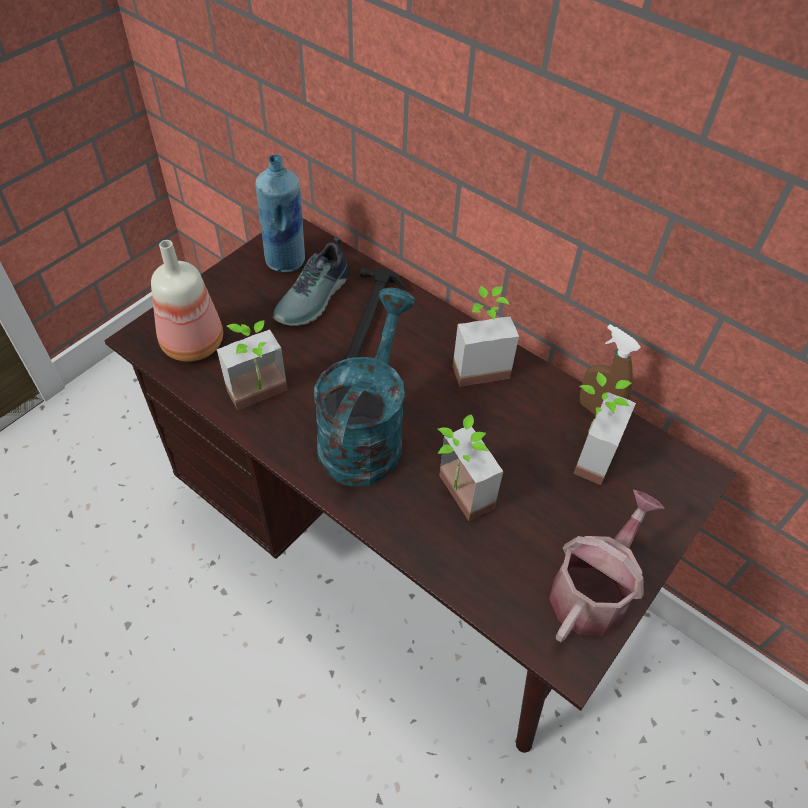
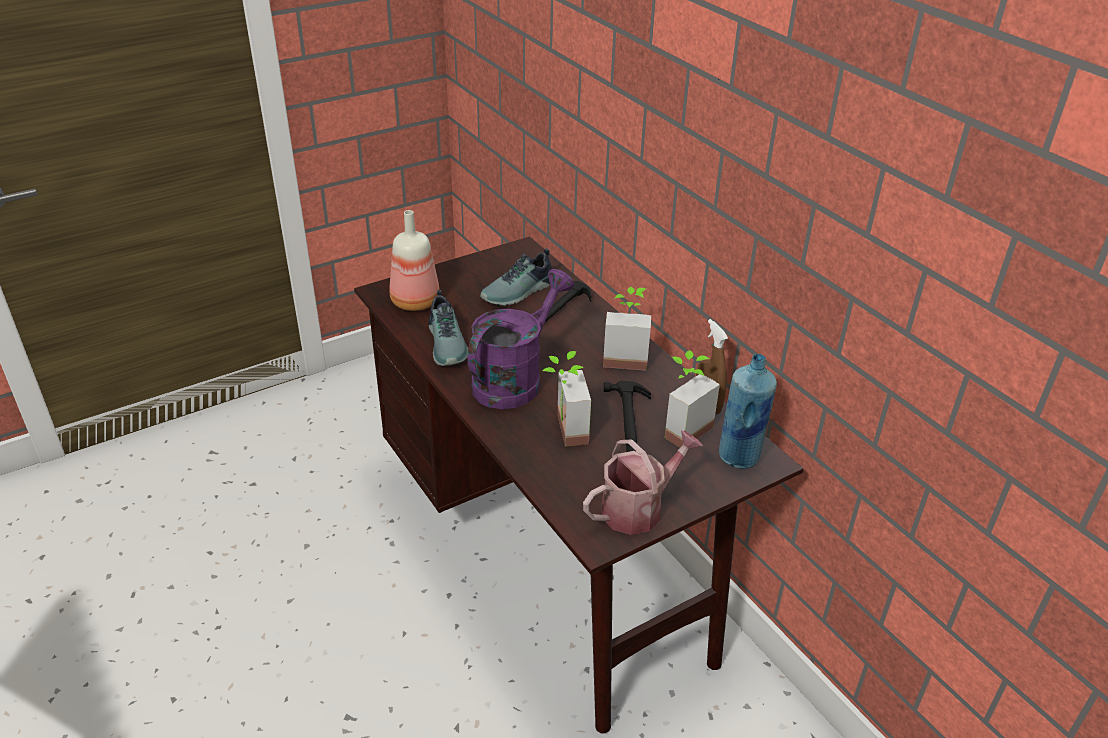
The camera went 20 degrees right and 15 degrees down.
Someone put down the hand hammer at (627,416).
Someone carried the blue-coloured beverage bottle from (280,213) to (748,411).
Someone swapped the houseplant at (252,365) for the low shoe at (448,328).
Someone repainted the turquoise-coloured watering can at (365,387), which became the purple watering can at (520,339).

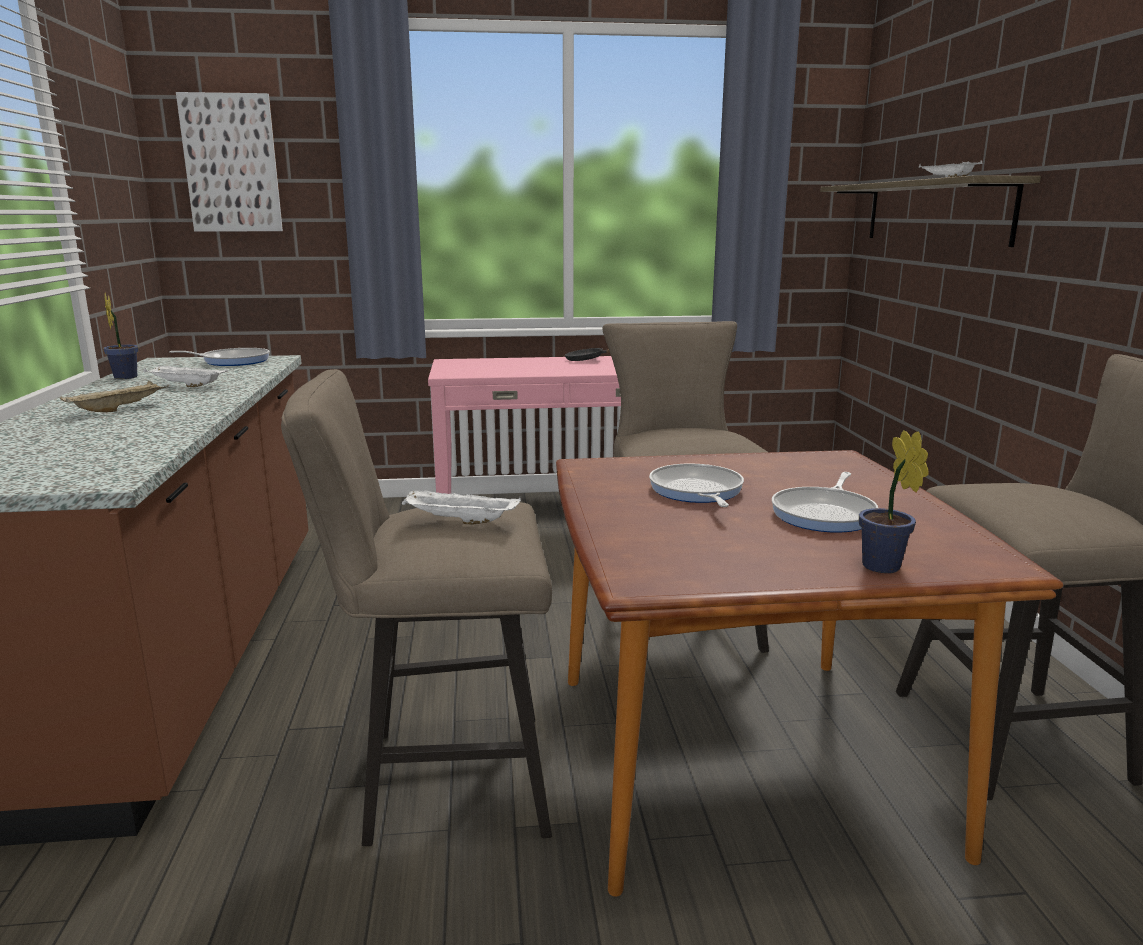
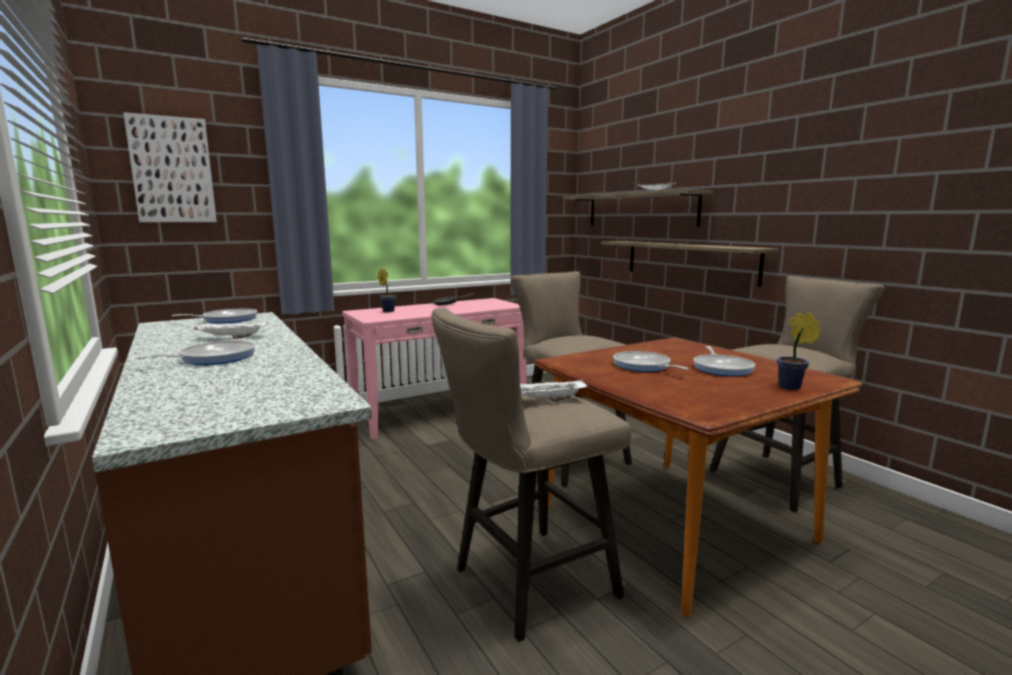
The camera went 25 degrees left and 5 degrees down.
Someone put up the bracket shelf at (690,264).
Someone carried the houseplant from (120,336) to (386,290).
Someone swapped the sand-coloured carrying tray at (114,396) for the pan at (195,352).

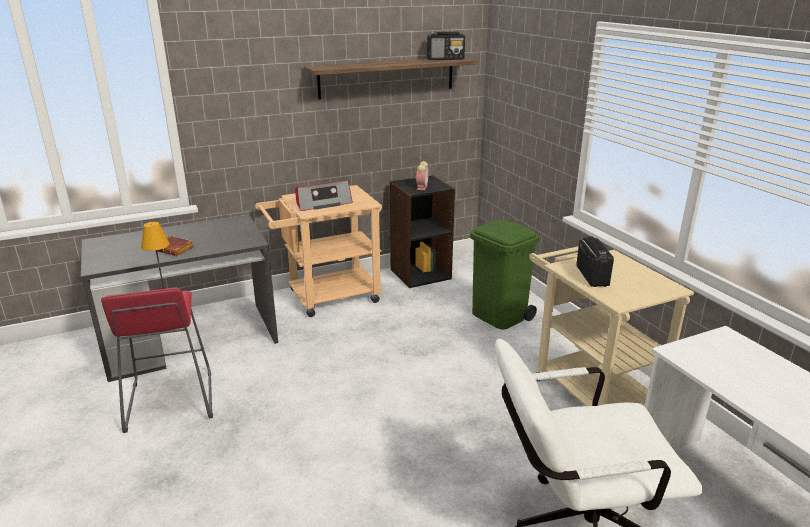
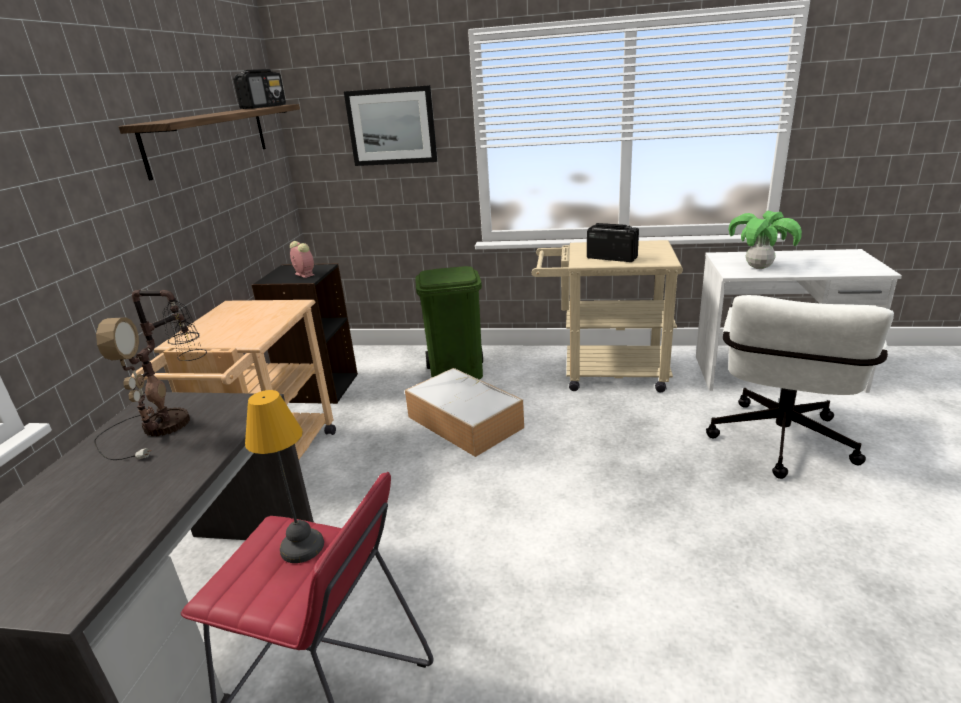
The camera went 55 degrees left and 0 degrees up.
Someone took away the brown bound book at (174,246).
Someone took away the radio at (324,195).
Someone put down the table lamp at (150,374).
Someone put up the wall art at (390,125).
Someone put down the storage bin at (464,412).
Someone put down the houseplant at (765,240).

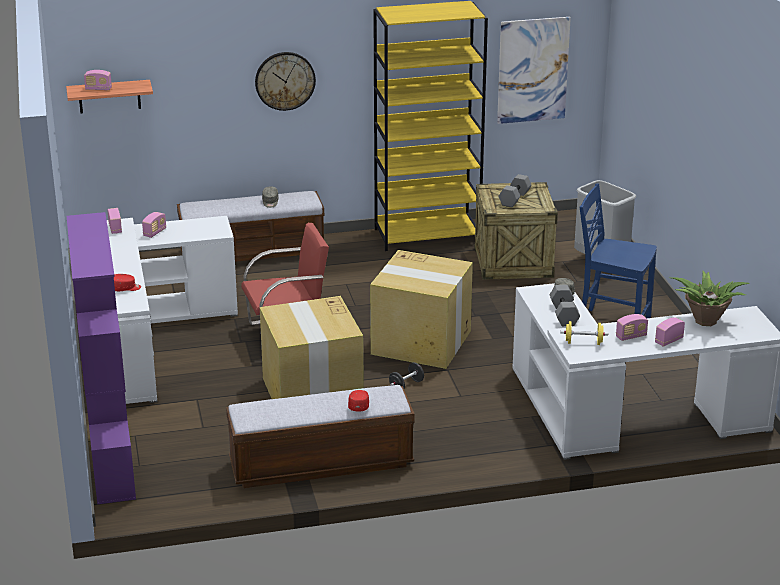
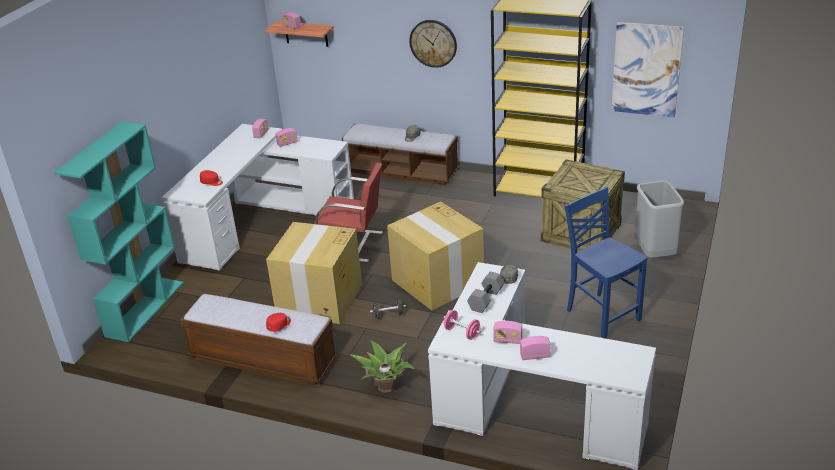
The camera went 35 degrees right and 5 degrees up.
Someone took away the gray free weight at (515,190).
Someone carried the houseplant from (709,298) to (382,366).
Someone repainted the purple bookshelf at (101,358), which became the turquoise-coloured bookshelf at (118,232).
Someone repainted the yellowish free weight at (584,333), which became the pinkish free weight at (462,325).

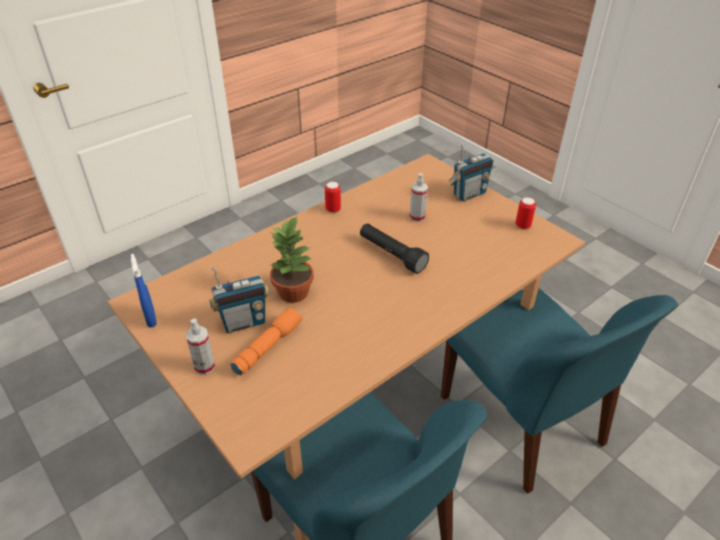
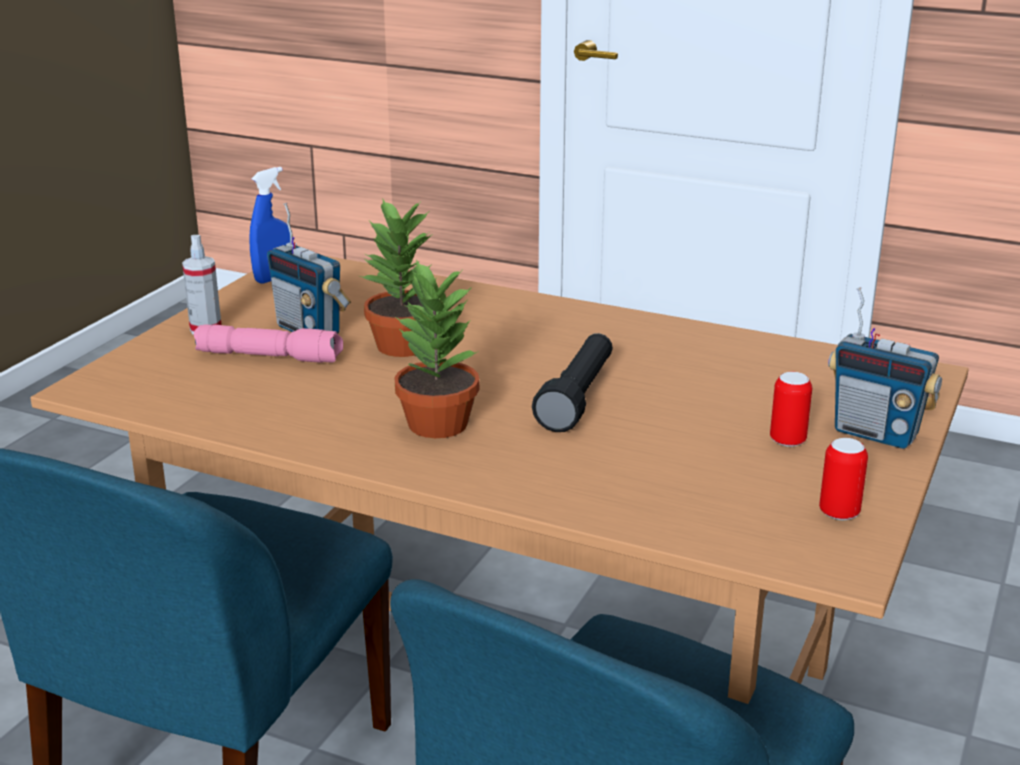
The camera went 65 degrees right and 15 degrees down.
Someone took away the sprayer at (418,197).
Someone put down the houseplant at (436,349).
Someone carried the sealed can from (333,197) to (791,409).
Someone repainted the orangey torch at (266,342), which became the pinkish torch at (268,343).

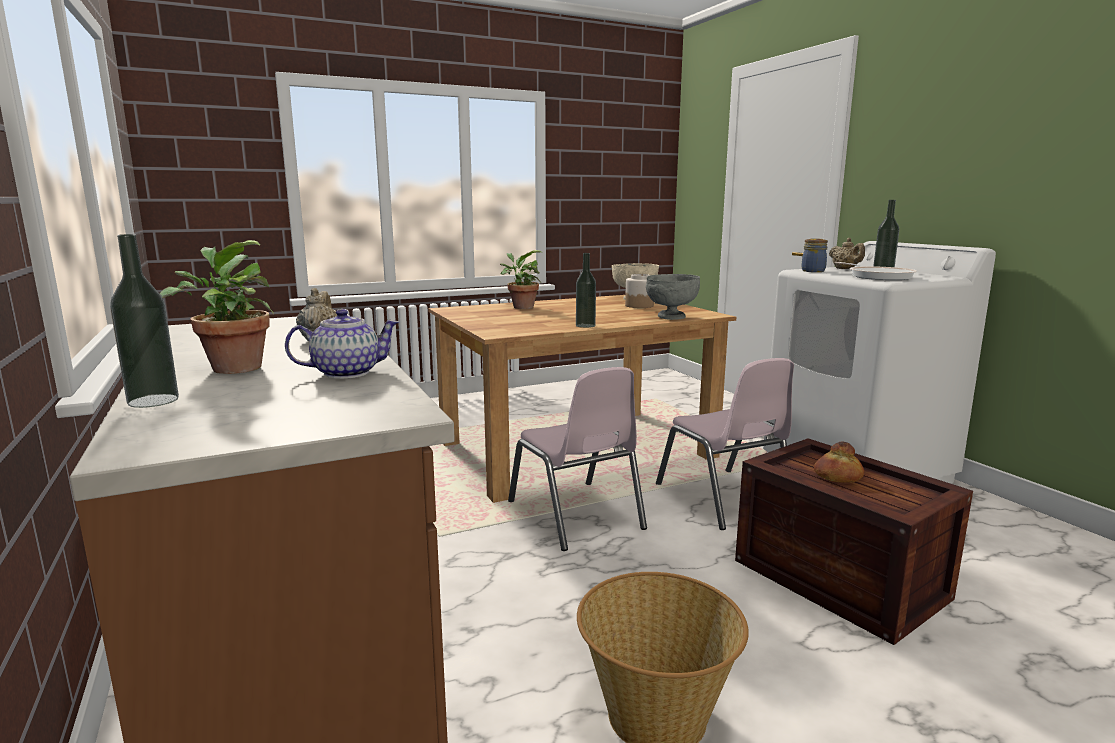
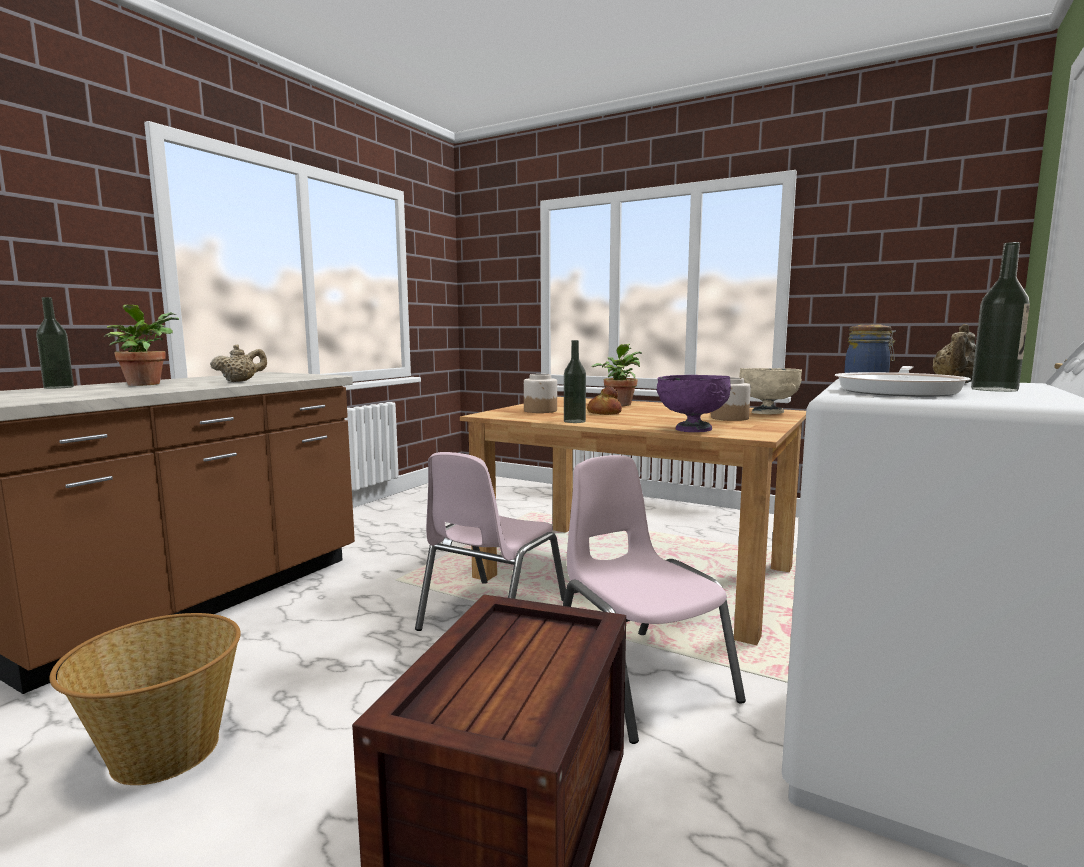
The camera went 55 degrees right and 5 degrees down.
Someone took away the teapot at (342,344).
Someone put down the preserve jar at (540,393).
Someone carried the bread from (839,462) to (604,400).
Someone repainted the gray deep dish at (673,297), which became the purple deep dish at (694,403).
Someone rotated the pinkish upright chair at (725,444) by 120 degrees clockwise.

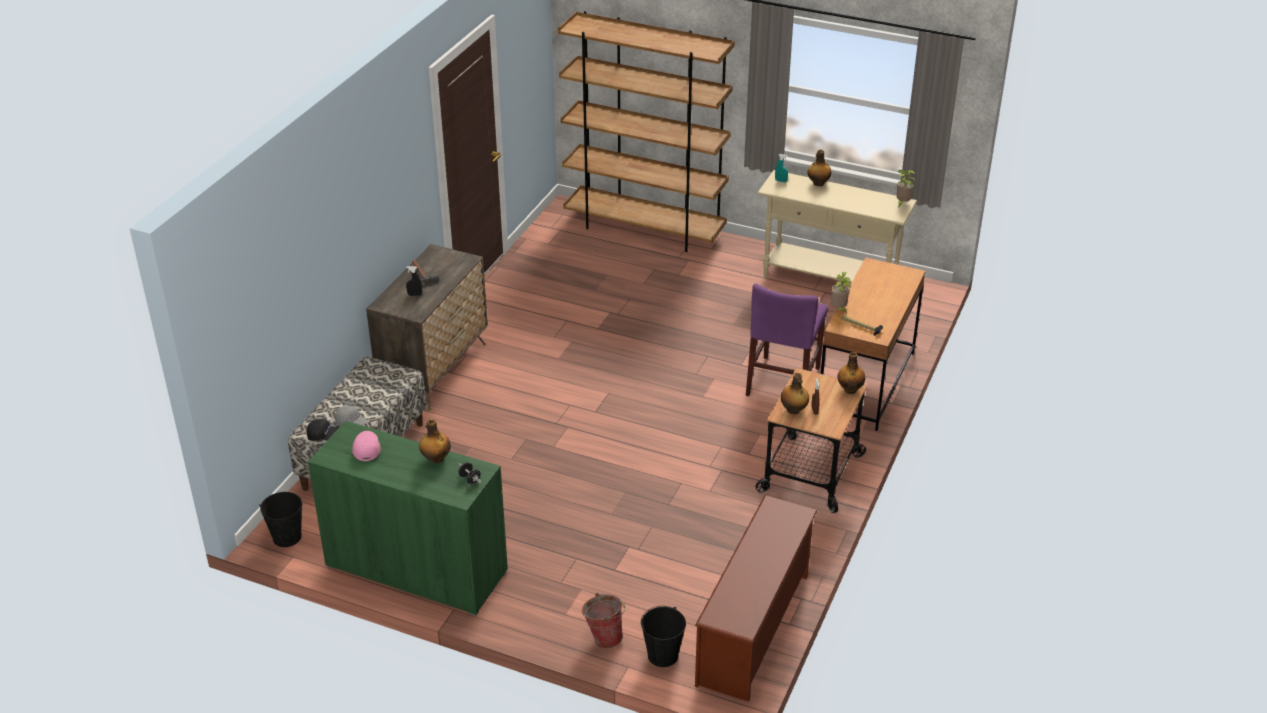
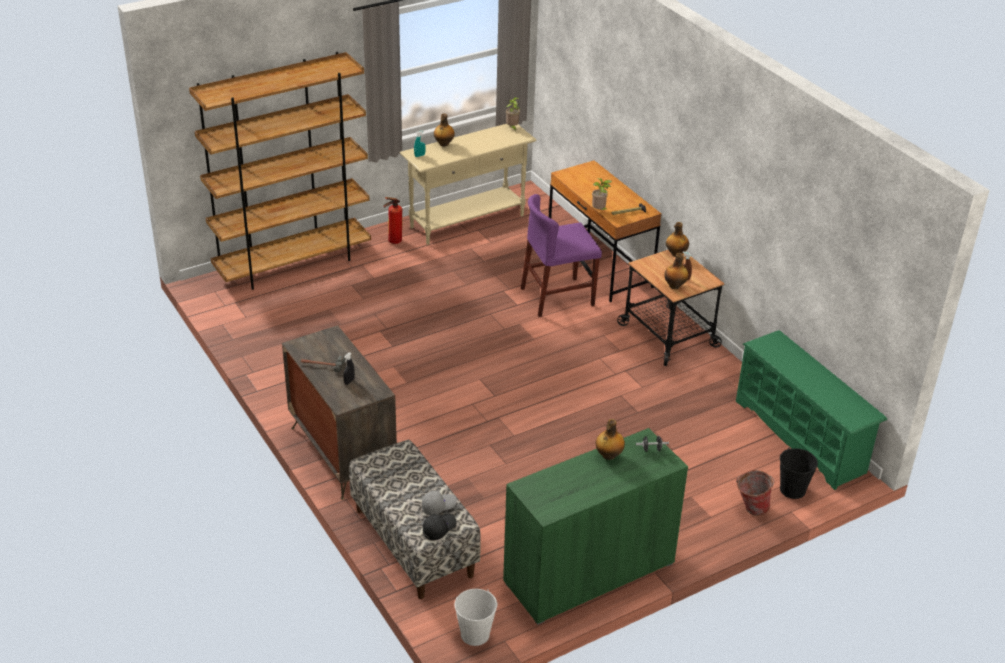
The camera went 55 degrees left and 0 degrees up.
Someone took away the pinkish baseball cap at (366,446).
Someone put down the fire-fighting cylinder at (392,220).
Someone repainted the blackish pail at (280,519), which became the whitish pail at (476,617).
Someone repainted the brown shoe stand at (756,598), which became the greenish shoe stand at (811,410).
Someone rotated the purple upright chair at (787,339) by 105 degrees clockwise.

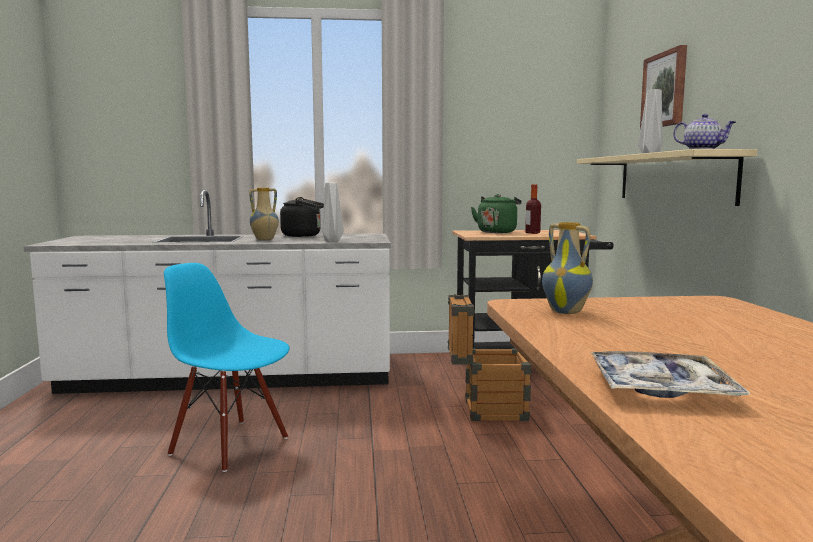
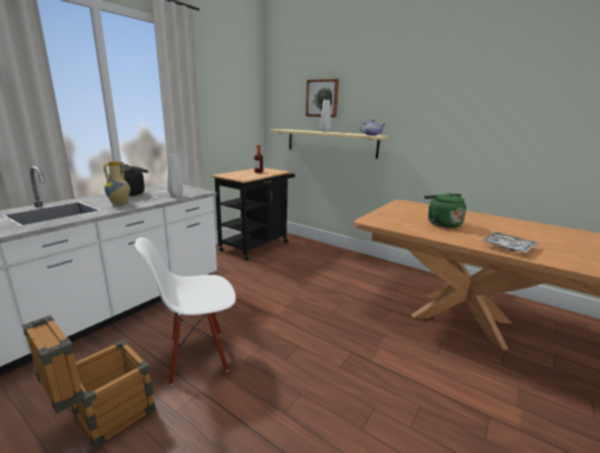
The camera went 50 degrees left and 10 degrees up.
Someone took away the vase at (567,268).
Someone carried the shipping crate from (490,357) to (88,382).
Someone carried the greenish tea kettle from (496,213) to (445,210).
Someone repainted the blue-coloured upright chair at (226,367), which became the whitish upright chair at (185,311).

